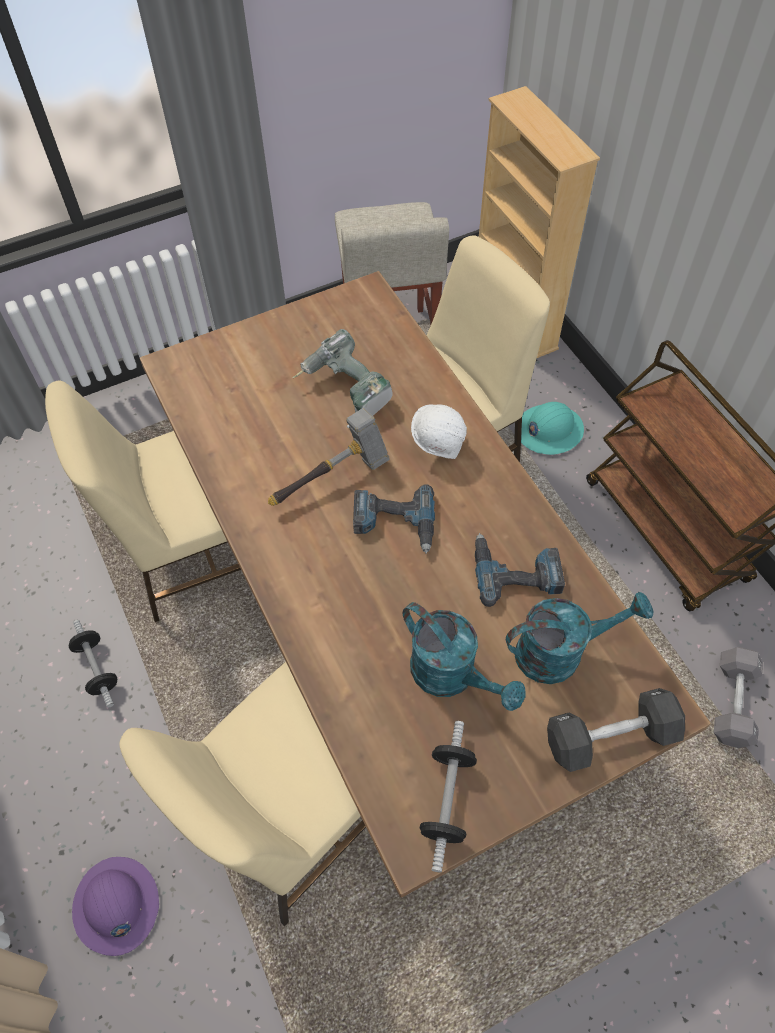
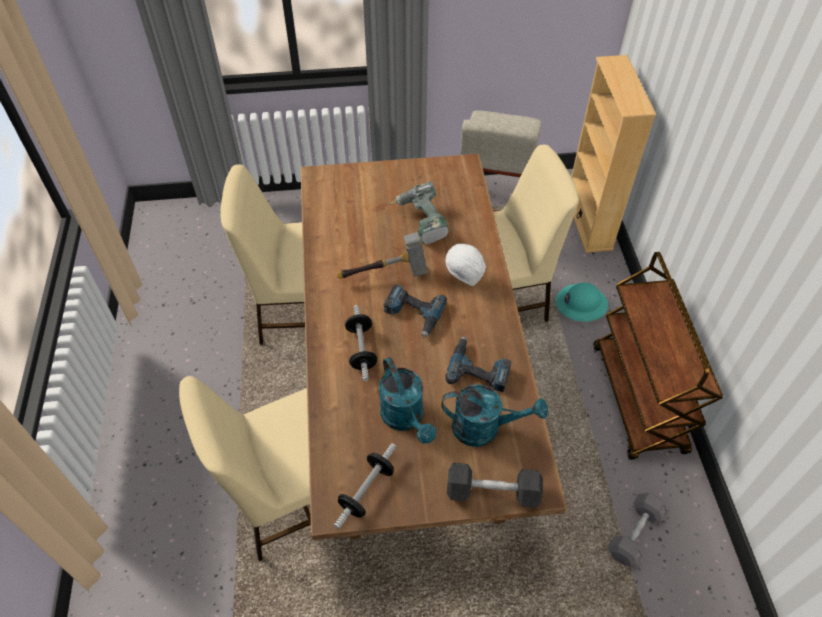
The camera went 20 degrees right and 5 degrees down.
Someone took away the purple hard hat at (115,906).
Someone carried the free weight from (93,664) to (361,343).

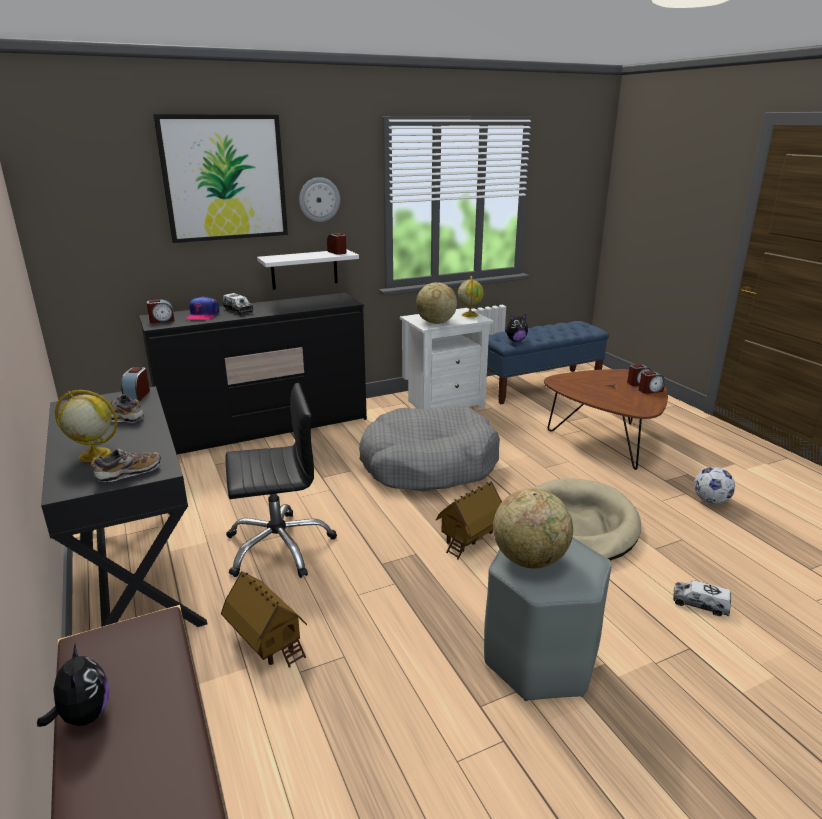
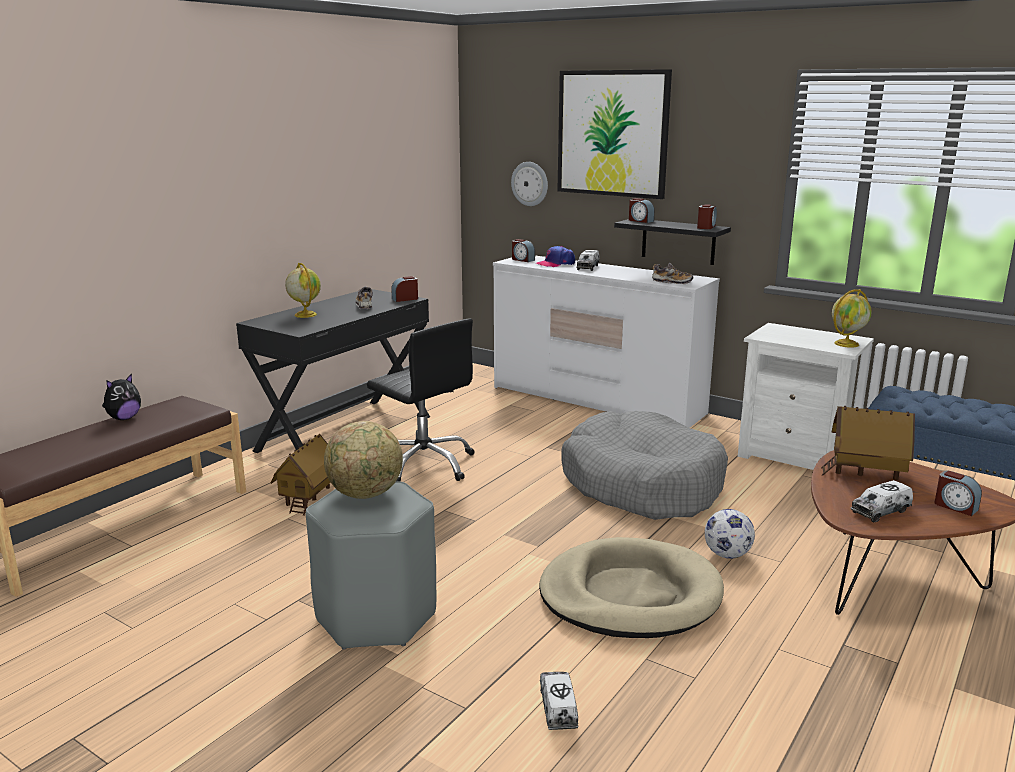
The camera went 60 degrees right and 5 degrees down.
Someone took away the world globe at (436,303).
Someone took away the soft toy at (517,328).
Someone put down the toy truck at (882,501).
Someone carried the low shoe from (126,465) to (672,273).
Someone carried the hanging clock from (319,199) to (529,184).
Someone carried the model house from (469,520) to (868,443).
Someone carried the bedside clock from (652,382) to (642,210).
Someone carried the football from (714,485) to (730,534).
Someone repainted the blackish drawer chest at (253,373), which became the whitish drawer chest at (606,342).
Someone repainted the whitish bracket shelf at (308,269), which became the blackish bracket shelf at (672,242).

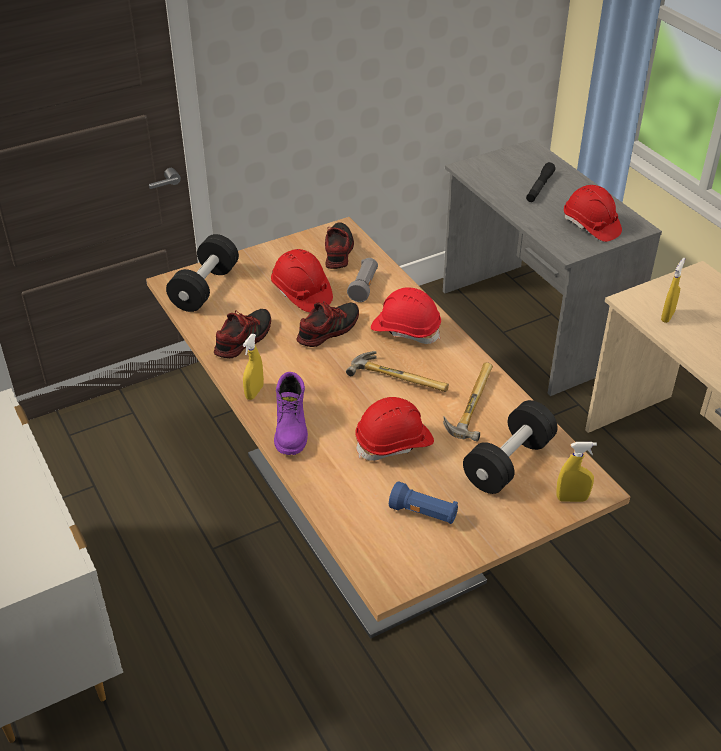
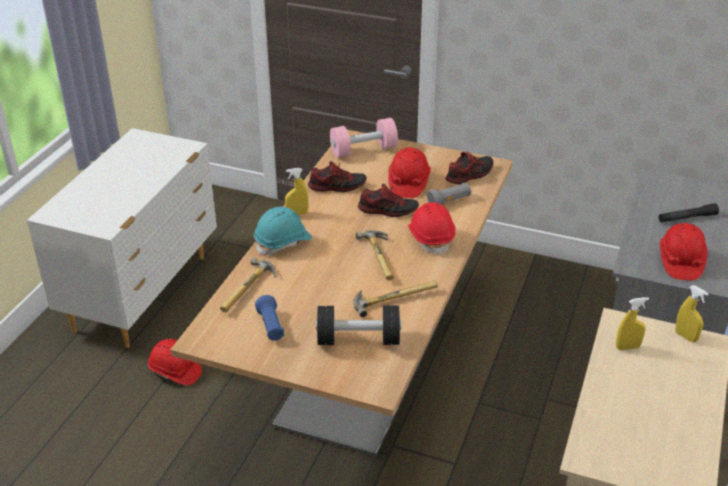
The camera went 50 degrees right and 5 degrees down.
Someone put down the hand hammer at (248,285).
Someone carried the red hard hat from (394,429) to (175,362).
Someone carried the yellowish sprayer from (576,472) to (691,314).
Someone swapped the purple high-top boot at (291,413) for the turquoise-coloured hard hat at (283,231).
Someone repainted the blackish free weight at (202,273), which became the pinkish free weight at (364,138).

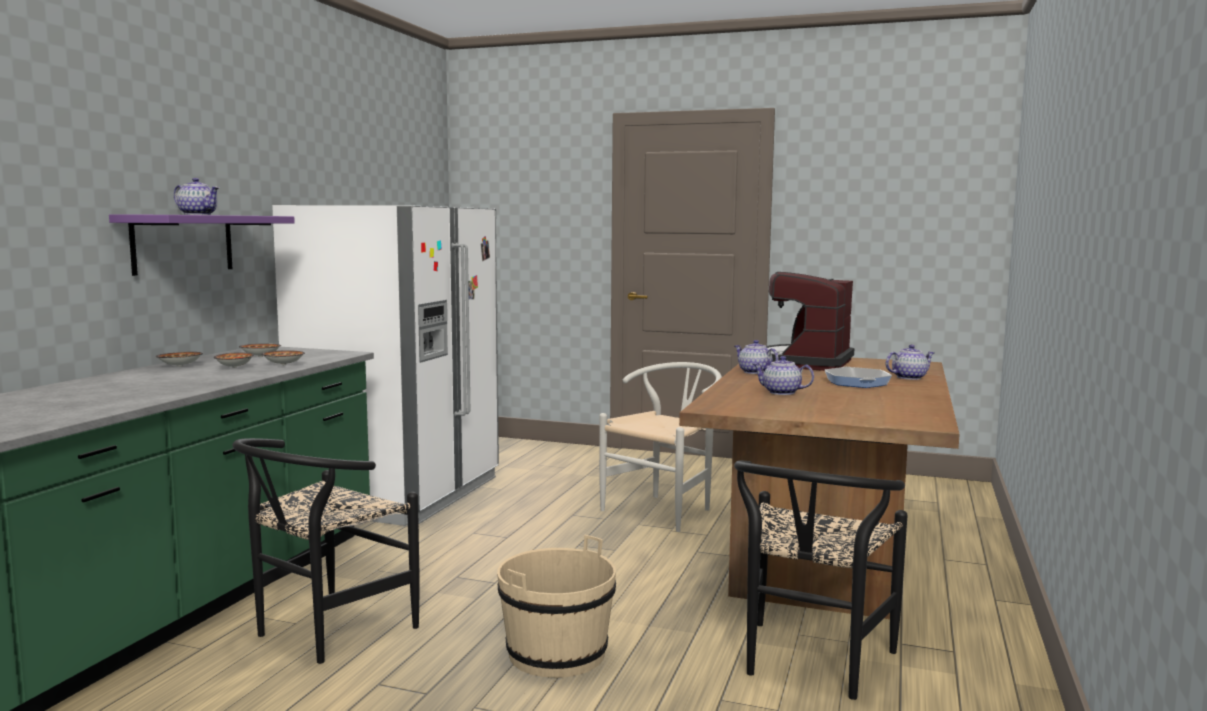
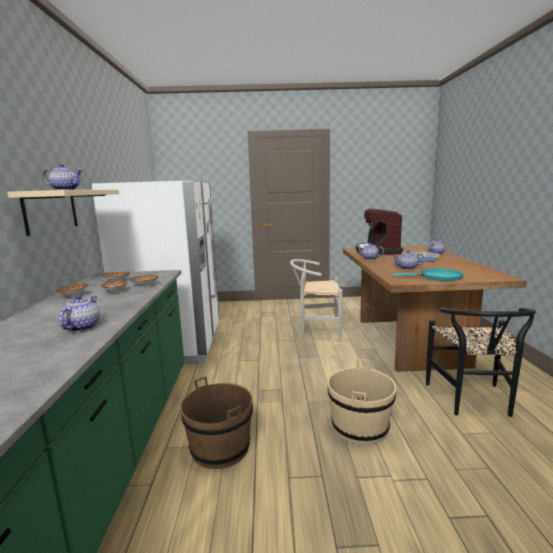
The camera went 20 degrees left and 5 degrees up.
Someone put down the teapot at (79,313).
Someone put down the turquoise-coloured pan at (428,274).
Someone swapped the blackish upright chair at (326,551) for the brown pail at (216,422).
Someone repainted the purple bracket shelf at (202,245), which became the sand-coloured bracket shelf at (63,213).
Someone rotated the whitish upright chair at (660,447) by 105 degrees counterclockwise.

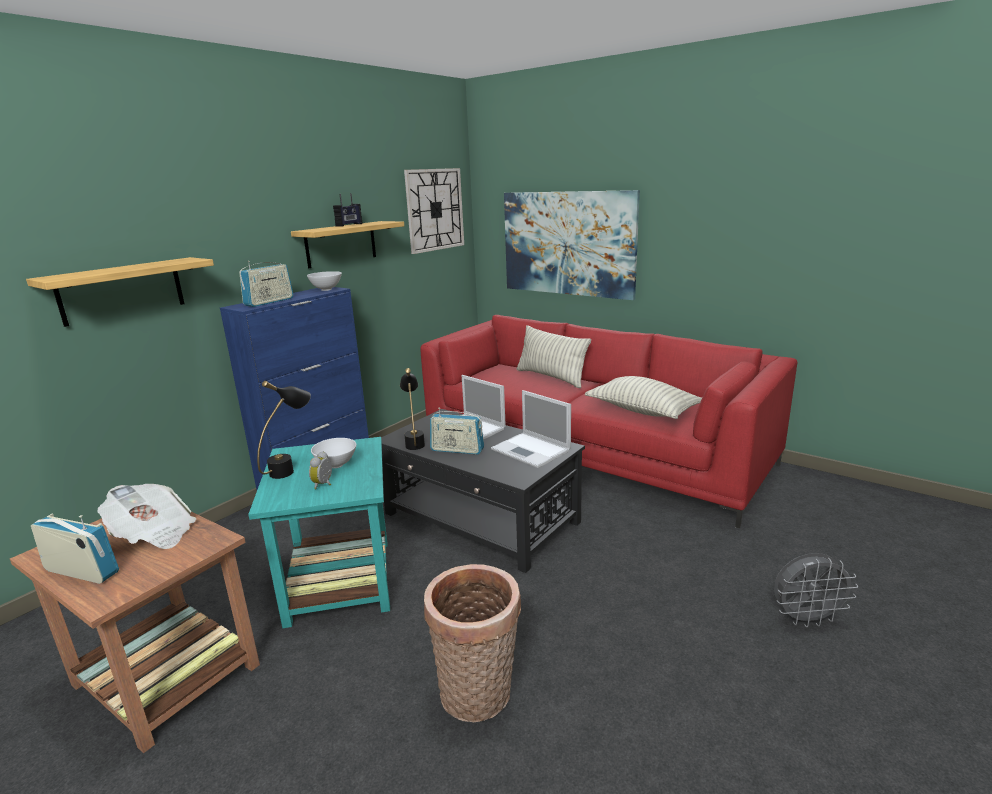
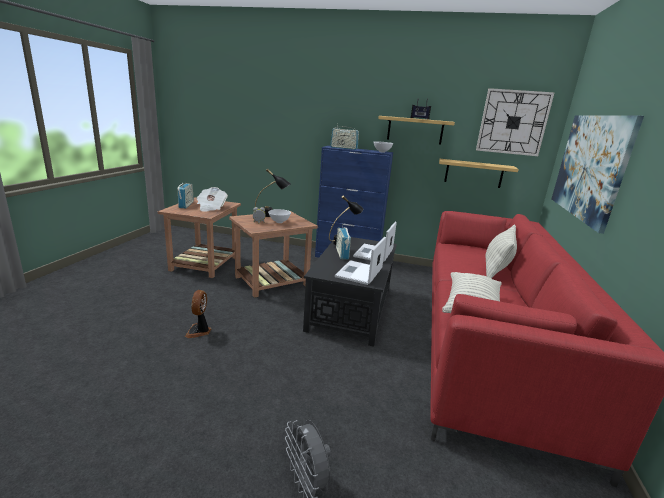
The camera went 65 degrees right and 0 degrees up.
Someone carried the bracket shelf from (120,292) to (479,173).
Someone swapped the household basket at (472,643) for the electric fan at (198,314).
Someone repainted the turquoise-coloured end table at (319,532), which became the brown end table at (273,254).

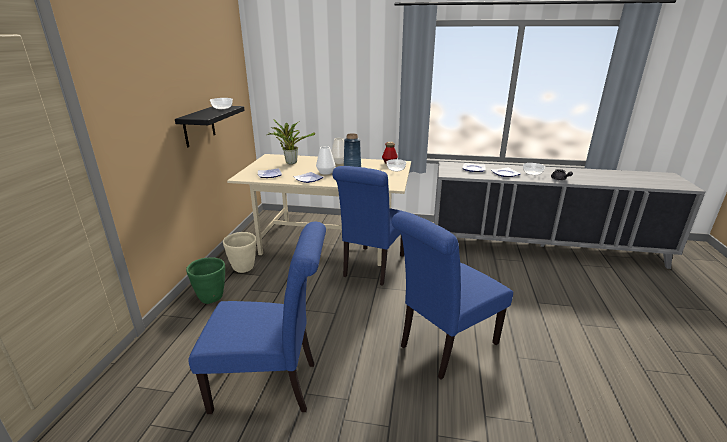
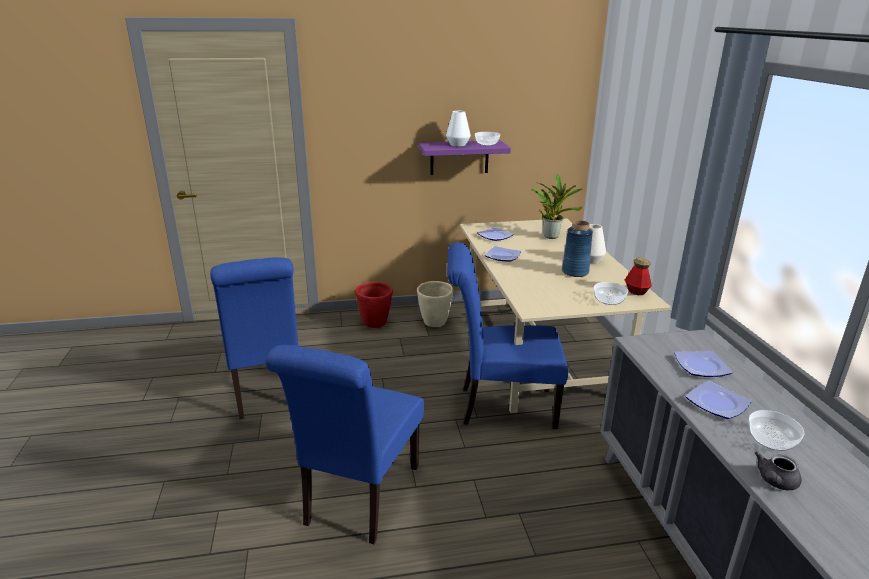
The camera went 70 degrees right and 0 degrees up.
Someone carried the whitish vase from (326,160) to (458,129).
Someone repainted the blackish bracket shelf at (210,127), which became the purple bracket shelf at (464,157).
Someone repainted the greenish flower pot at (205,281), which became the red flower pot at (374,305).
Someone rotated the blue-coloured upright chair at (452,296) by 105 degrees counterclockwise.

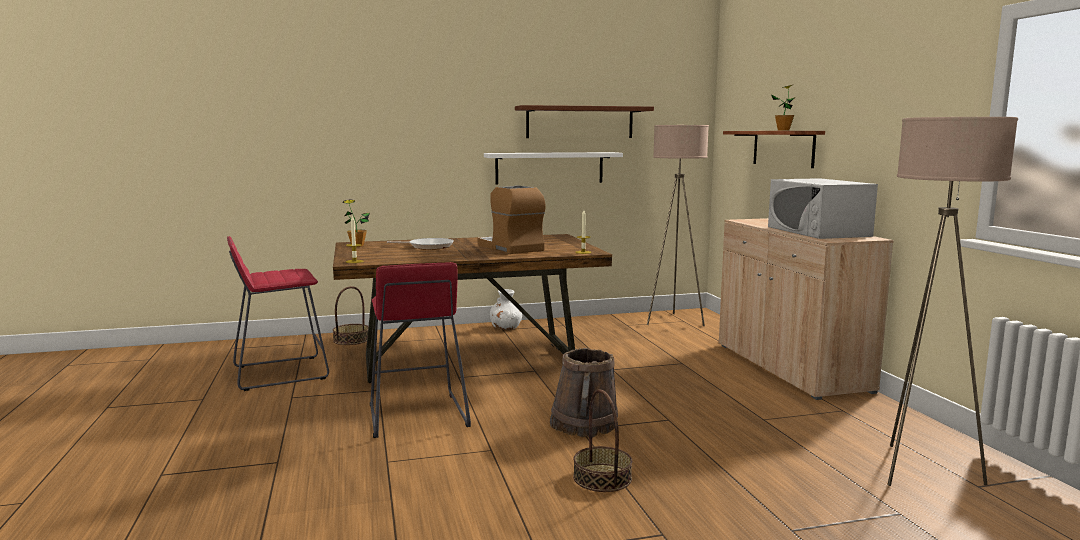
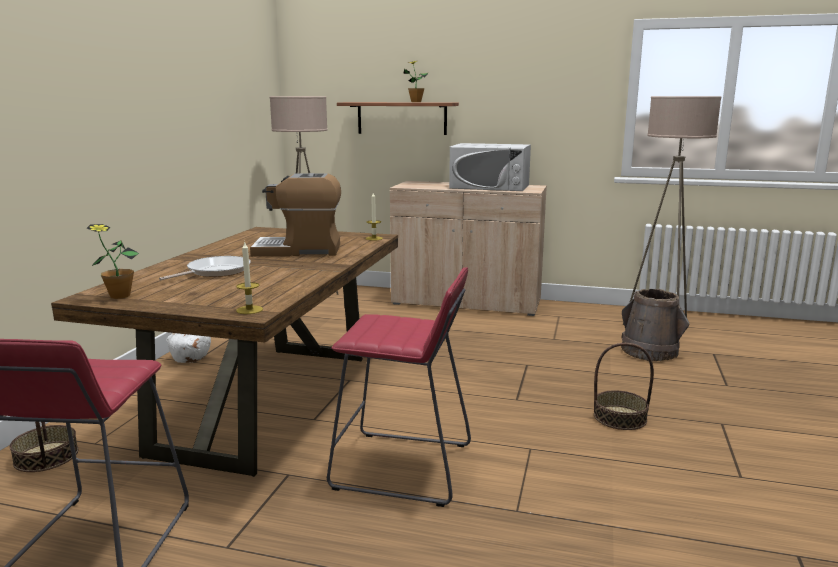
The camera went 60 degrees left and 5 degrees up.
Someone took away the whitish bracket shelf at (553,168).
Someone took away the brown bracket shelf at (584,121).
Someone carried the brown pail from (584,393) to (655,325).

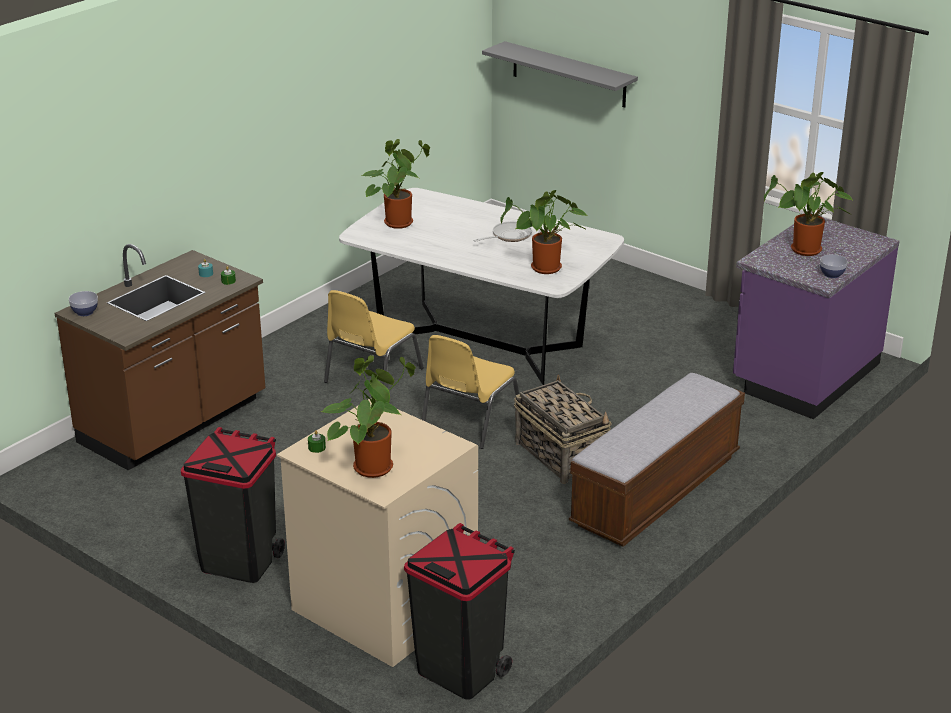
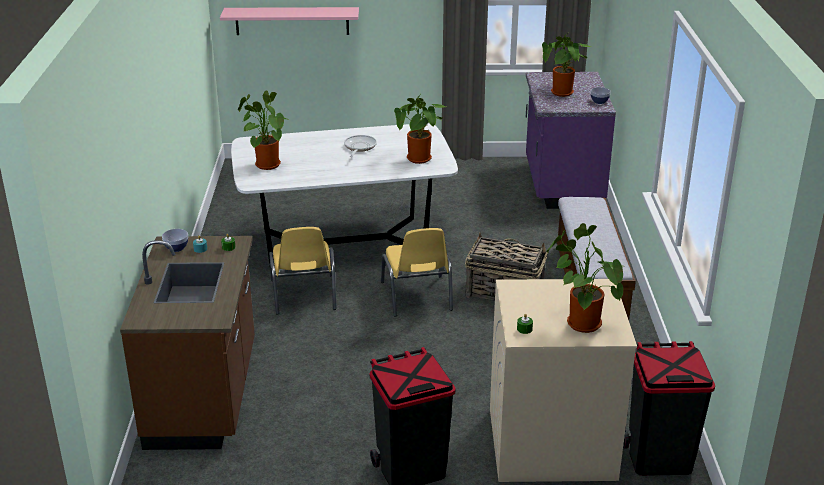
The camera went 40 degrees left and 0 degrees up.
Someone carried the deep dish from (83,303) to (175,240).
Someone repainted the gray bracket shelf at (560,74), which became the pinkish bracket shelf at (289,21).

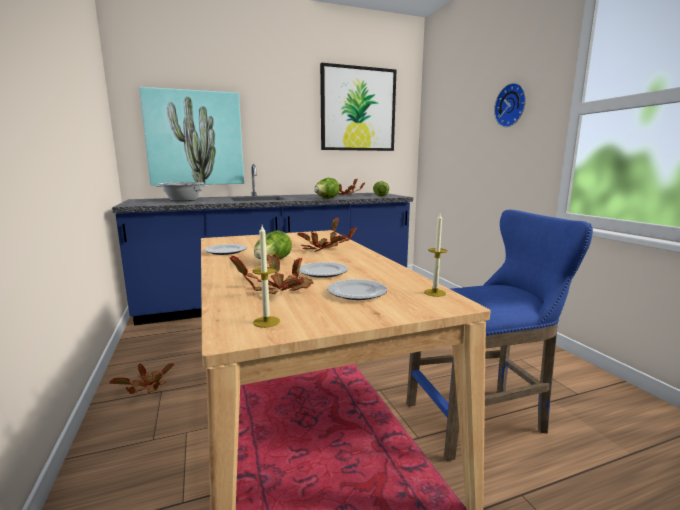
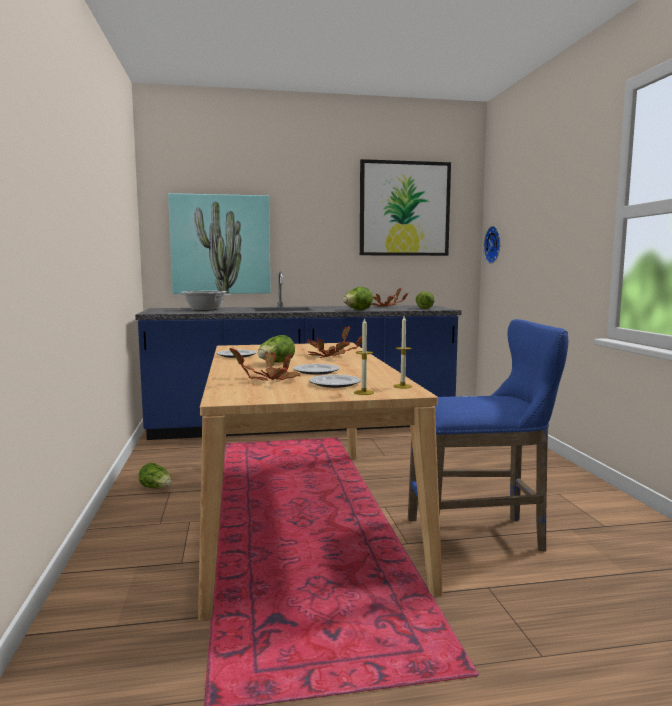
The camera went 10 degrees right and 5 degrees down.
Someone carried the wax light from (266,276) to (364,356).
Someone carried the hanging clock from (510,105) to (492,245).
Someone swapped the houseplant at (142,378) for the lettuce head at (155,475).

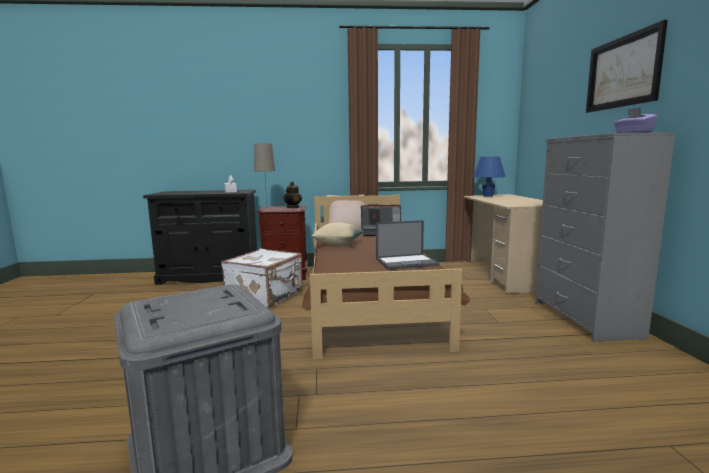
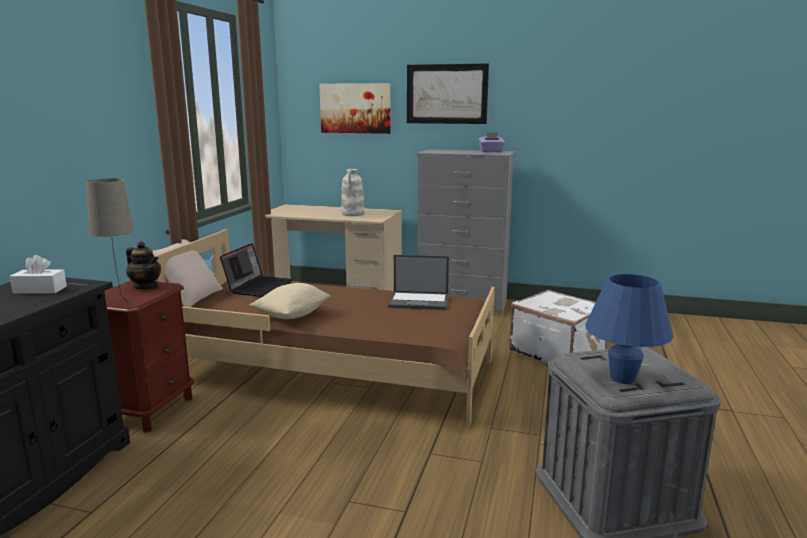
The camera went 70 degrees left and 5 degrees up.
Someone put up the wall art at (355,108).
Someone put down the whitish vase at (353,192).
Someone carried the whitish travel case from (262,278) to (558,326).
Someone carried the blue-coloured table lamp from (489,177) to (629,328).
Someone rotated the portable computer at (408,245) by 90 degrees clockwise.

